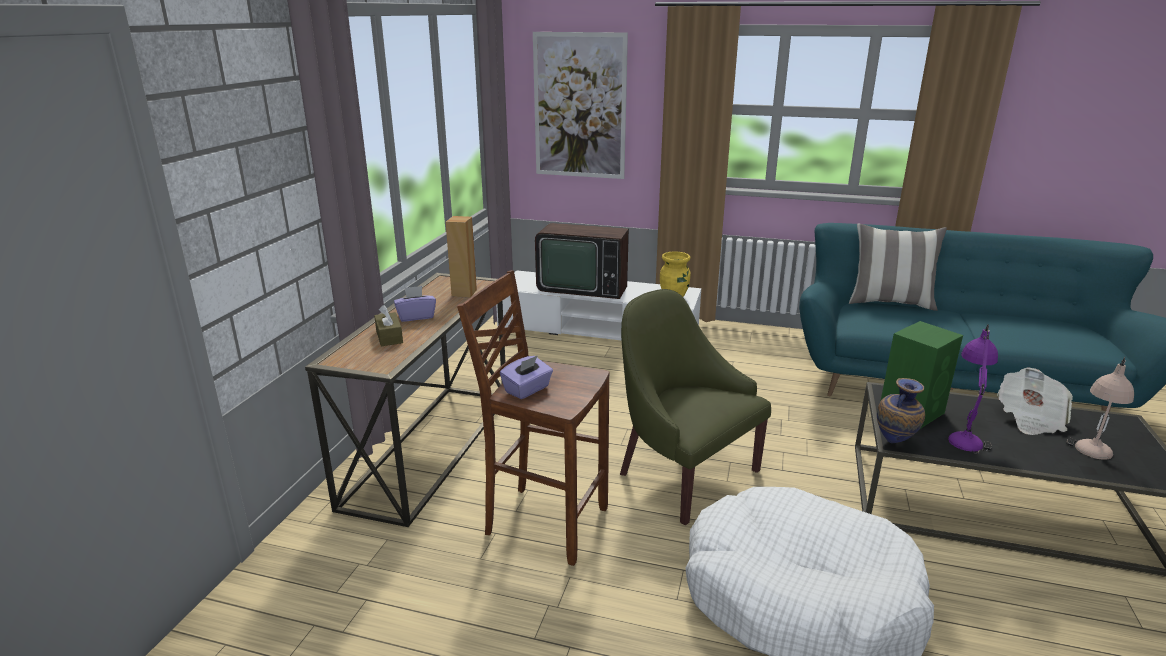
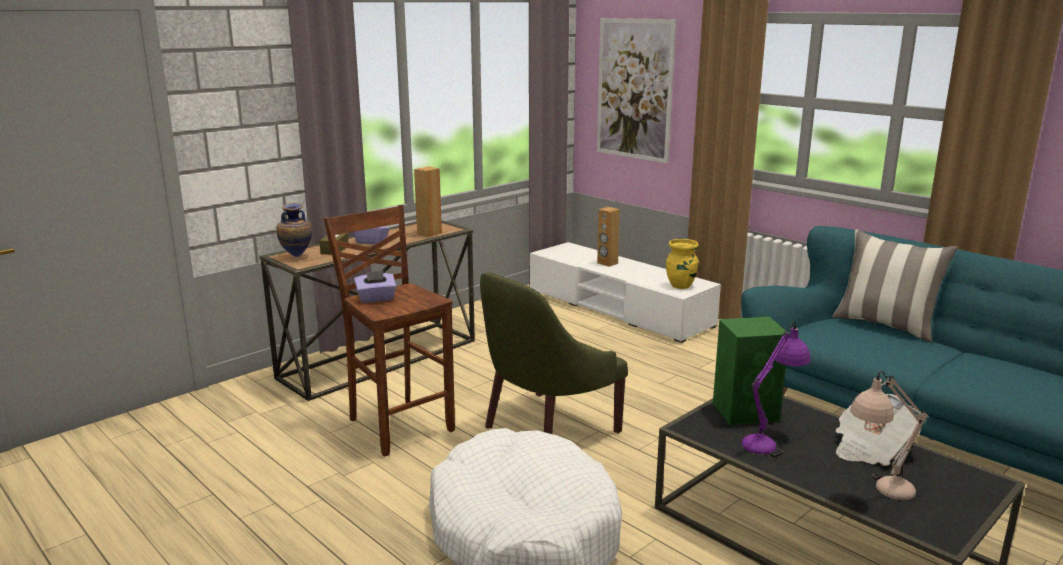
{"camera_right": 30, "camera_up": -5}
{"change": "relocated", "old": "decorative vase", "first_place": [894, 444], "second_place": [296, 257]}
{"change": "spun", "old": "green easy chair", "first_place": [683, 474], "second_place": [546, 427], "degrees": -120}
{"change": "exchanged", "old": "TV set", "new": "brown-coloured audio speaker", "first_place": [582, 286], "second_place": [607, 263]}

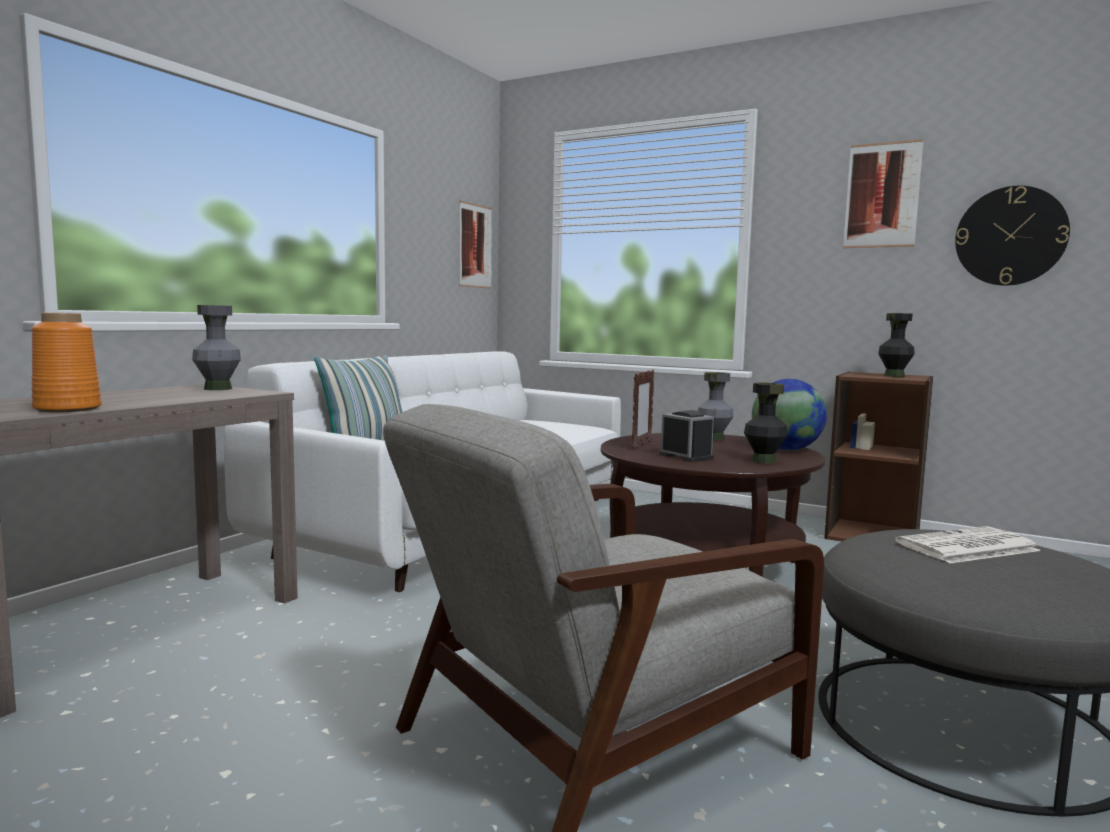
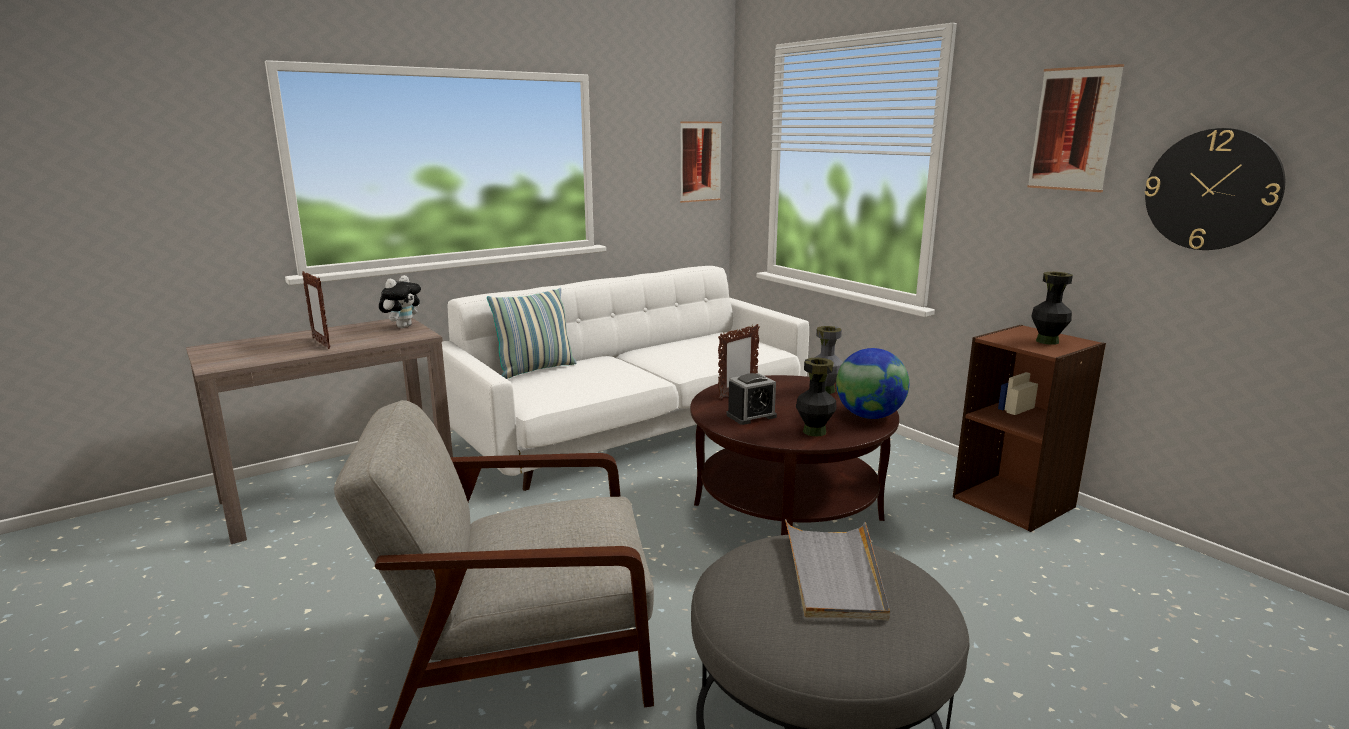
{"camera_right": 25, "camera_up": 10}
{"change": "appeared", "new": "picture frame", "second_place": [321, 343]}
{"change": "exchanged", "old": "gray decorative vase", "new": "soft toy", "first_place": [217, 388], "second_place": [403, 326]}
{"change": "spun", "old": "alarm clock", "first_place": [686, 456], "second_place": [751, 416], "degrees": 75}
{"change": "exchanged", "old": "printed paper", "new": "gray tray", "first_place": [966, 547], "second_place": [834, 573]}
{"change": "missing", "old": "orange-coloured decorative vase", "first_place": [67, 409]}

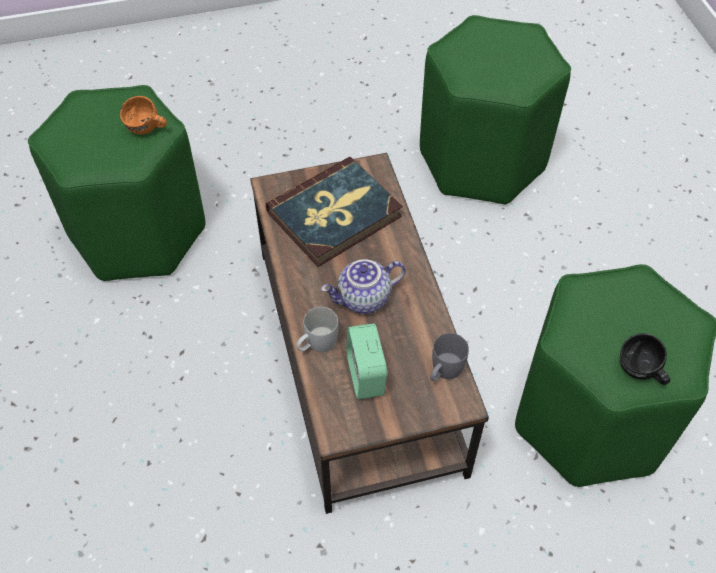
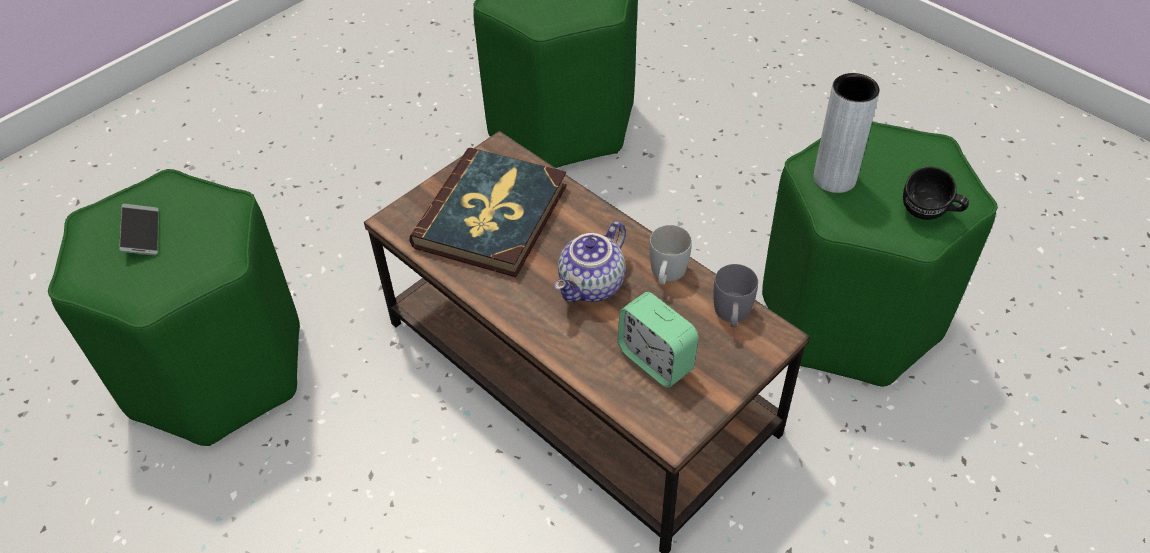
{"camera_right": -30, "camera_up": -5}
{"change": "appeared", "new": "handset", "second_place": [142, 234]}
{"change": "relocated", "old": "white coffee mug", "first_place": [316, 344], "second_place": [666, 275]}
{"change": "appeared", "new": "gray decorative vase", "second_place": [834, 178]}
{"change": "missing", "old": "orange-coloured coffee mug", "first_place": [147, 130]}

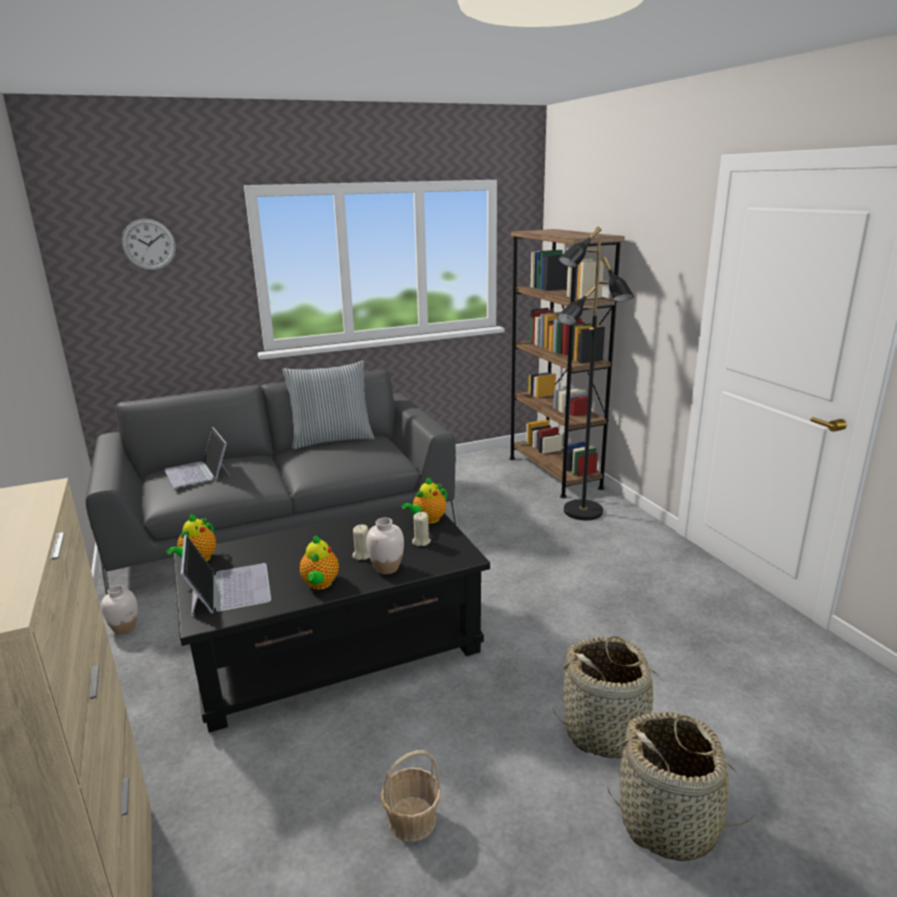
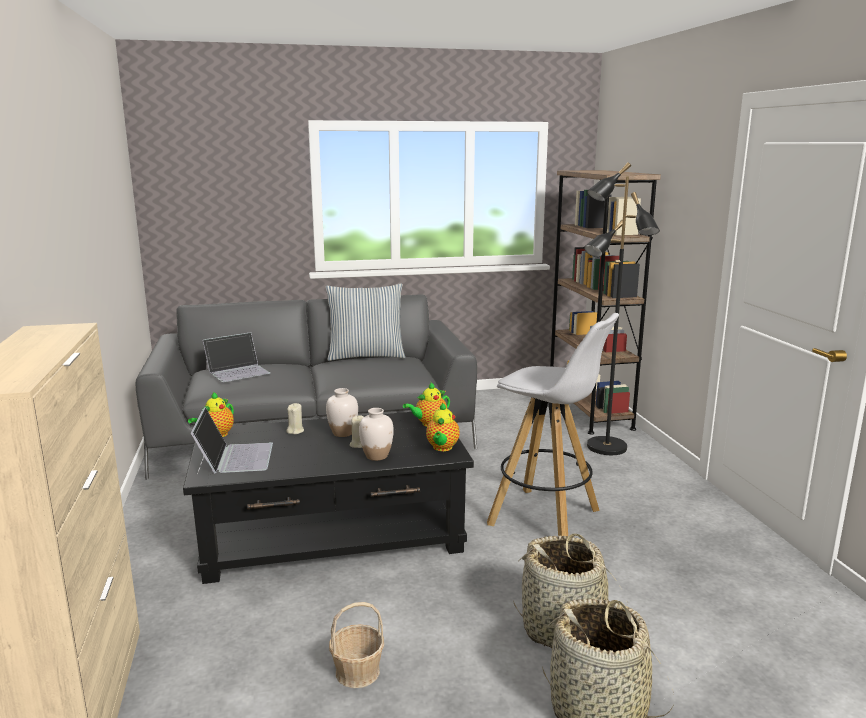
{"camera_right": 10, "camera_up": -5}
{"change": "spun", "old": "laptop", "first_place": [198, 472], "second_place": [238, 371], "degrees": -105}
{"change": "relocated", "old": "beige wax candle", "first_place": [421, 541], "second_place": [295, 431]}
{"change": "relocated", "old": "white decorative vase", "first_place": [124, 628], "second_place": [343, 433]}
{"change": "relocated", "old": "teapot", "first_place": [320, 584], "second_place": [442, 448]}
{"change": "appeared", "new": "white stool seat", "second_place": [546, 518]}
{"change": "missing", "old": "clock on the wall", "first_place": [148, 244]}

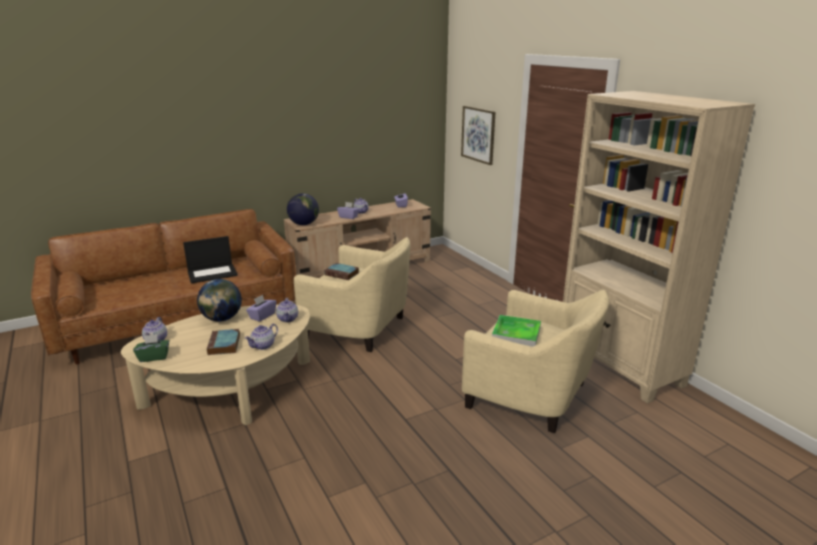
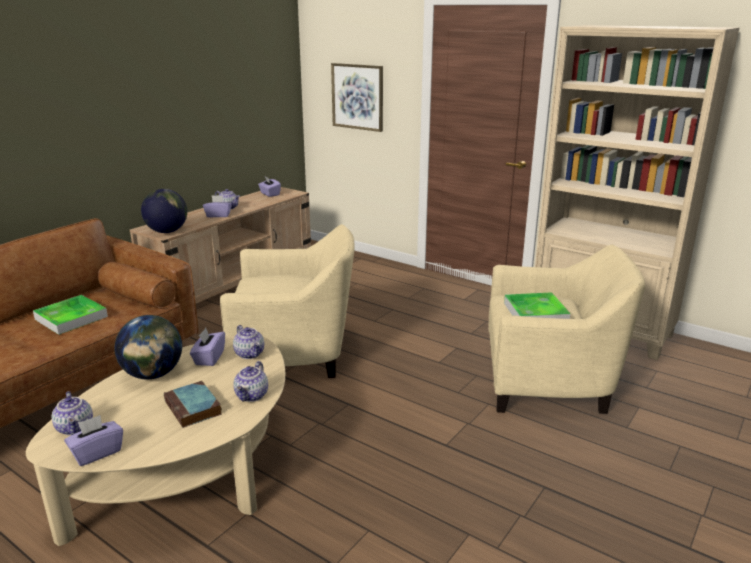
{"camera_right": -25, "camera_up": 0}
{"change": "exchanged", "old": "laptop", "new": "tray", "first_place": [213, 273], "second_place": [71, 318]}
{"change": "colour", "old": "green box of tissues", "new": "purple box of tissues", "first_place": [154, 357], "second_place": [97, 452]}
{"change": "missing", "old": "book", "first_place": [342, 274]}

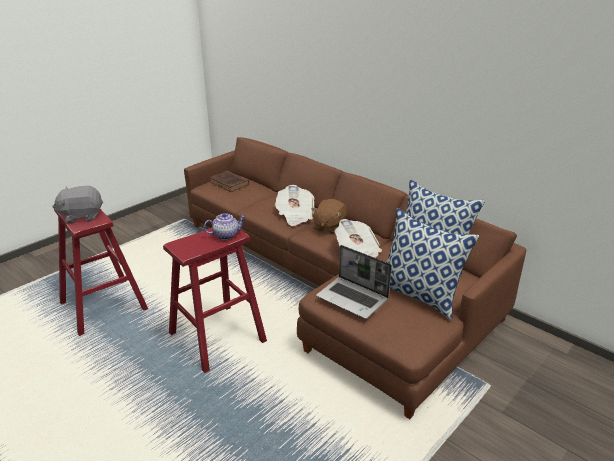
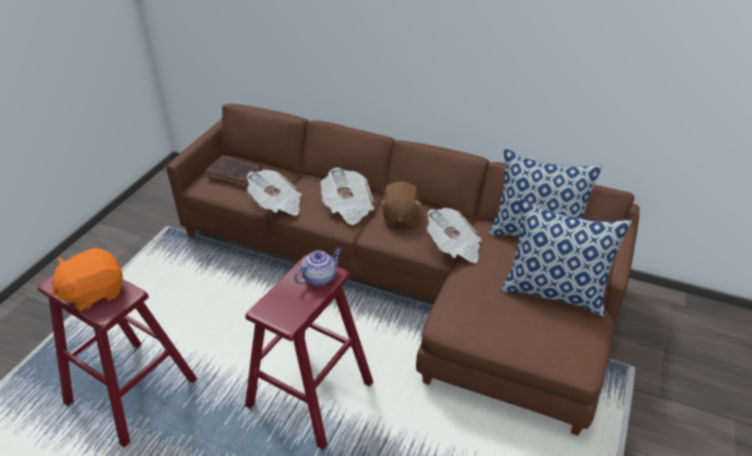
{"camera_right": -20, "camera_up": 10}
{"change": "colour", "old": "gray soft toy", "new": "orange-coloured soft toy", "first_place": [82, 216], "second_place": [94, 293]}
{"change": "appeared", "new": "printed paper", "second_place": [277, 204]}
{"change": "missing", "old": "laptop", "first_place": [353, 298]}

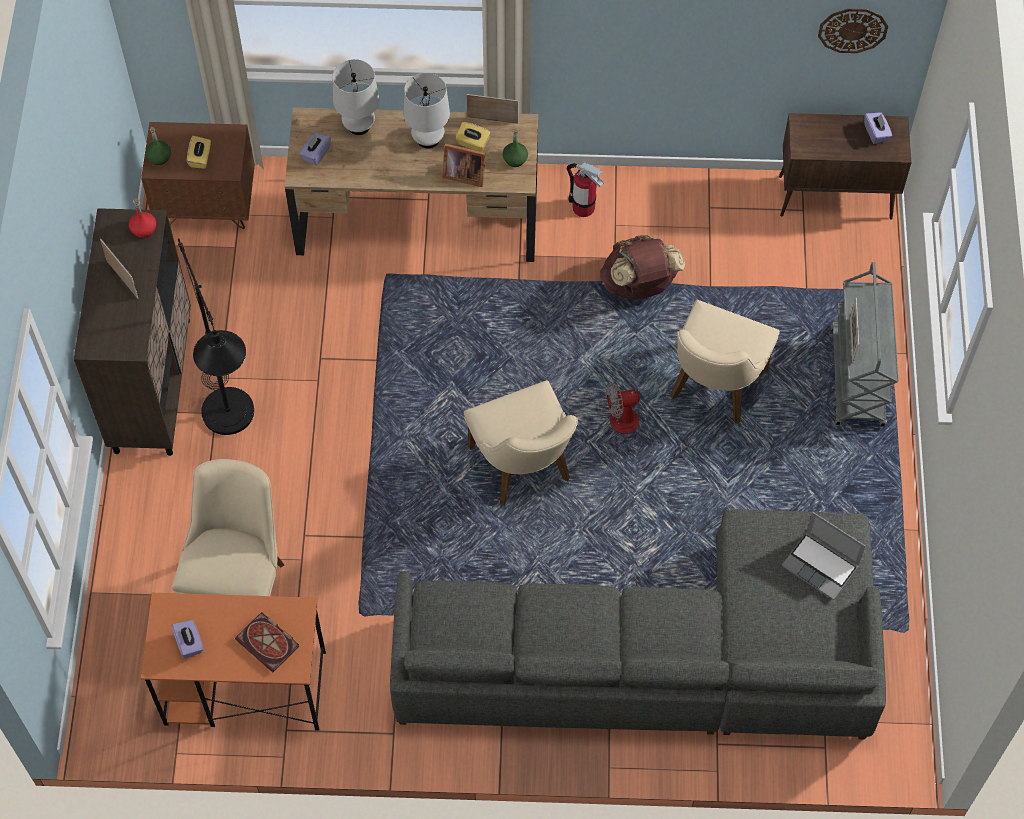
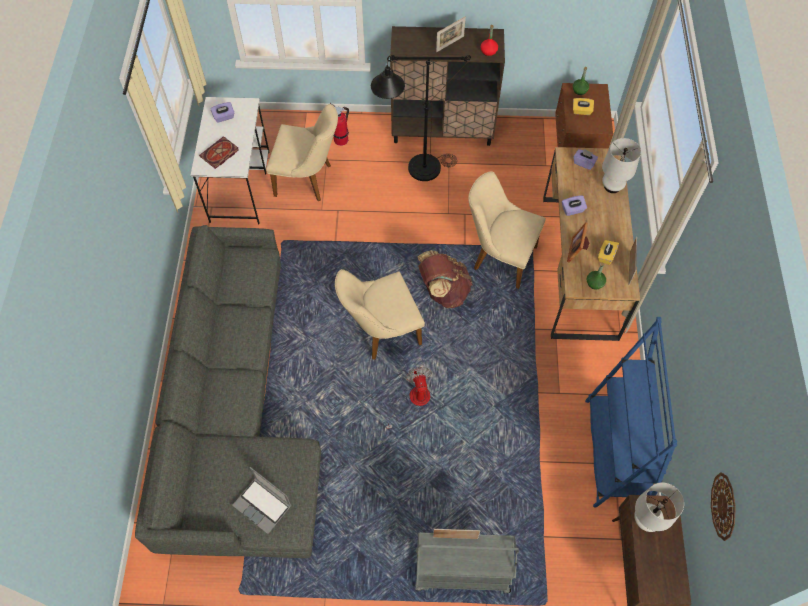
{"camera_right": 90, "camera_up": 0}
{"change": "colour", "old": "orange-coloured desk", "new": "white desk", "first_place": [244, 688], "second_place": [240, 185]}
{"change": "spun", "old": "laptop", "first_place": [821, 566], "second_place": [263, 505], "degrees": -90}
{"change": "relocated", "old": "fire extinguisher", "first_place": [583, 207], "second_place": [341, 139]}
{"change": "relocated", "old": "brown-coloured rucksack", "first_place": [639, 286], "second_place": [443, 291]}
{"change": "relocated", "old": "beige plain chair", "first_place": [713, 390], "second_place": [499, 256]}
{"change": "relocated", "old": "purple box of tissues", "first_place": [876, 133], "second_place": [572, 210]}
{"change": "appeared", "new": "bluish bookshelf", "second_place": [617, 452]}
{"change": "relocated", "old": "white tabletop lamp", "first_place": [428, 139], "second_place": [646, 520]}

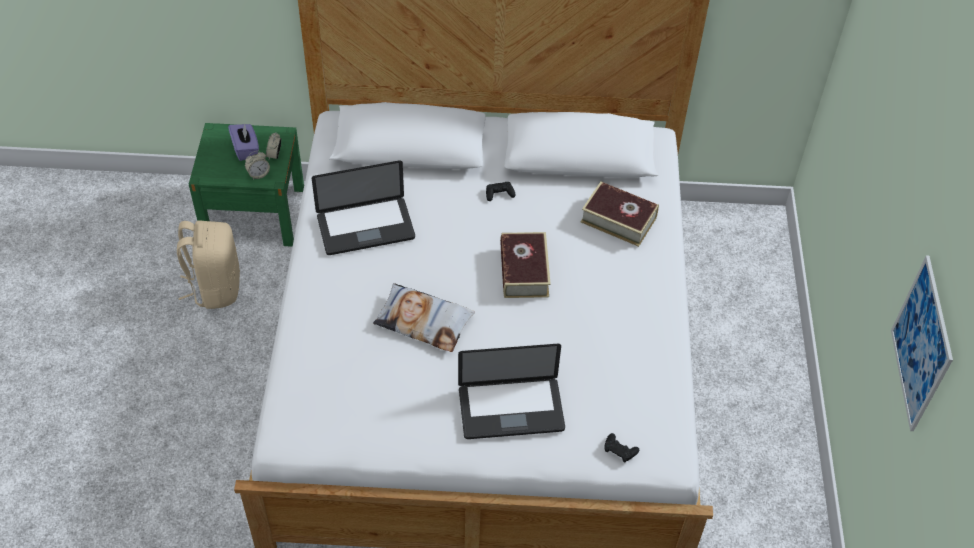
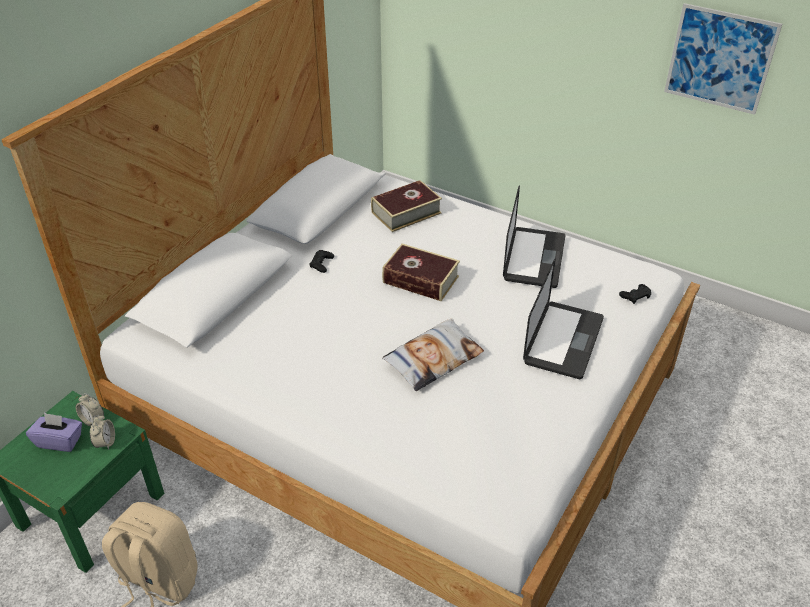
{"camera_right": -60, "camera_up": -10}
{"change": "relocated", "old": "laptop", "first_place": [365, 227], "second_place": [534, 258]}

